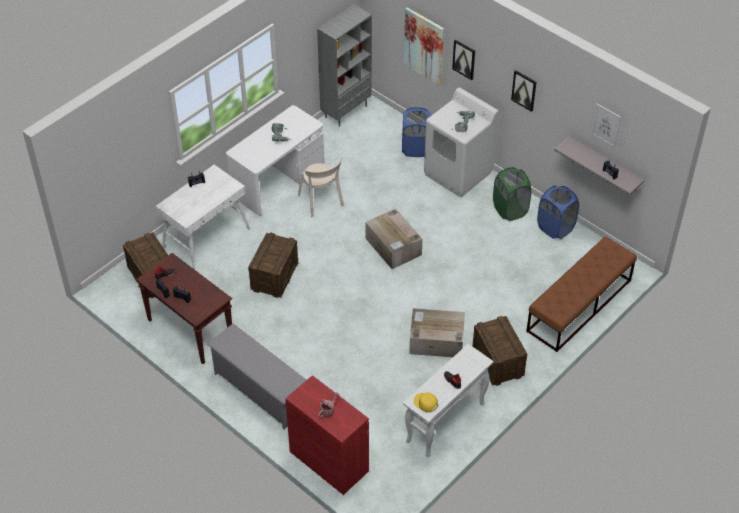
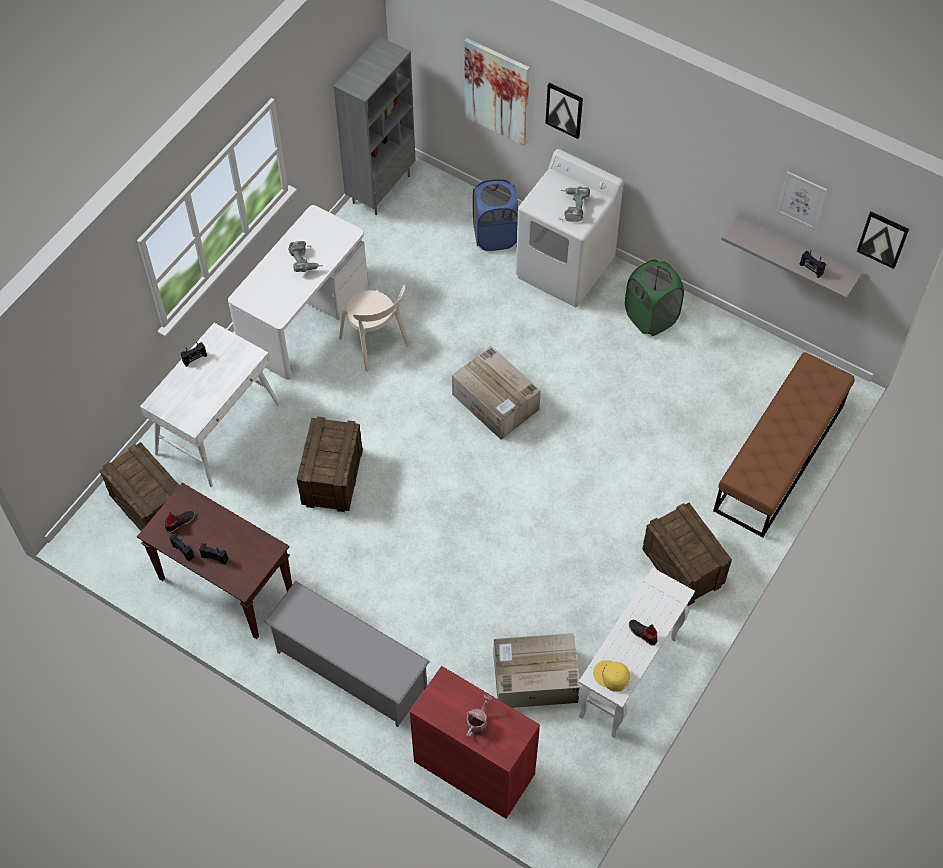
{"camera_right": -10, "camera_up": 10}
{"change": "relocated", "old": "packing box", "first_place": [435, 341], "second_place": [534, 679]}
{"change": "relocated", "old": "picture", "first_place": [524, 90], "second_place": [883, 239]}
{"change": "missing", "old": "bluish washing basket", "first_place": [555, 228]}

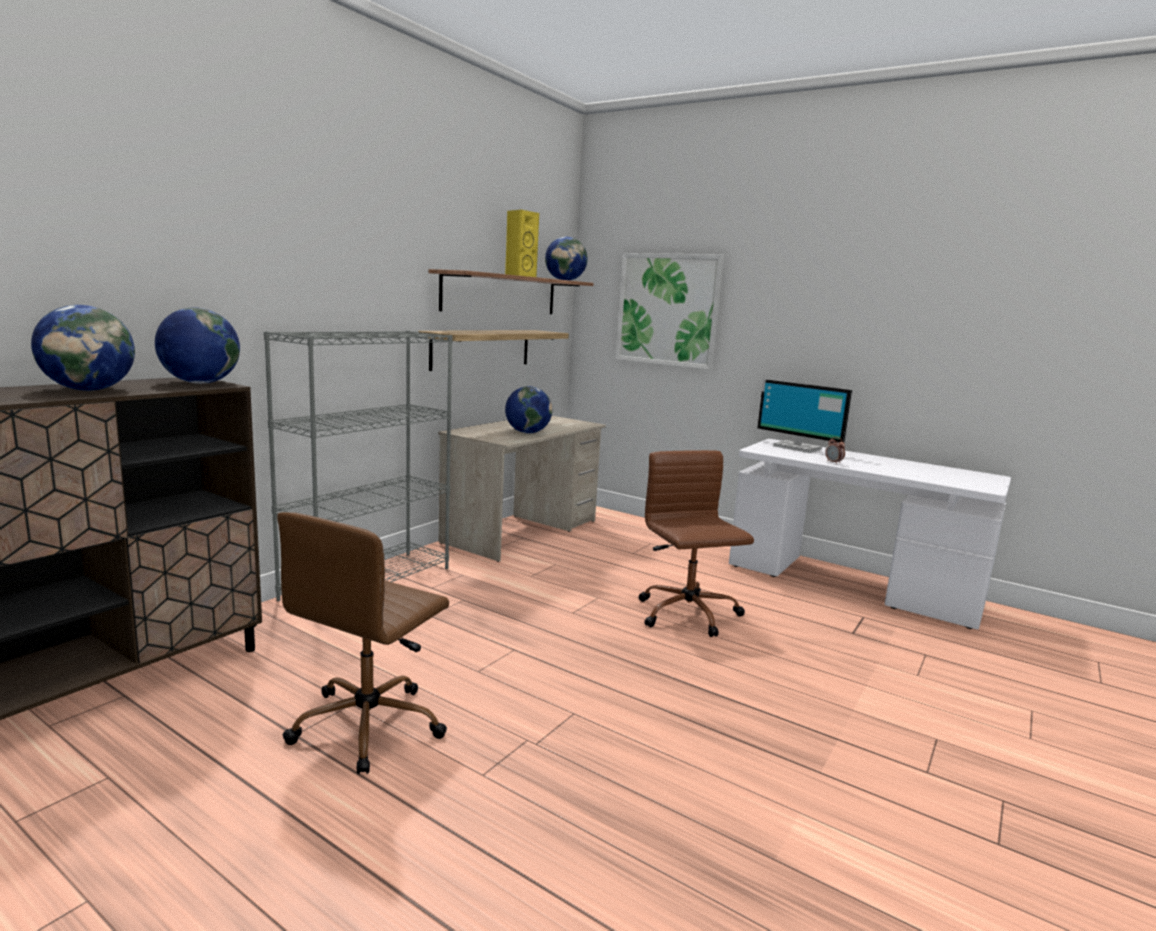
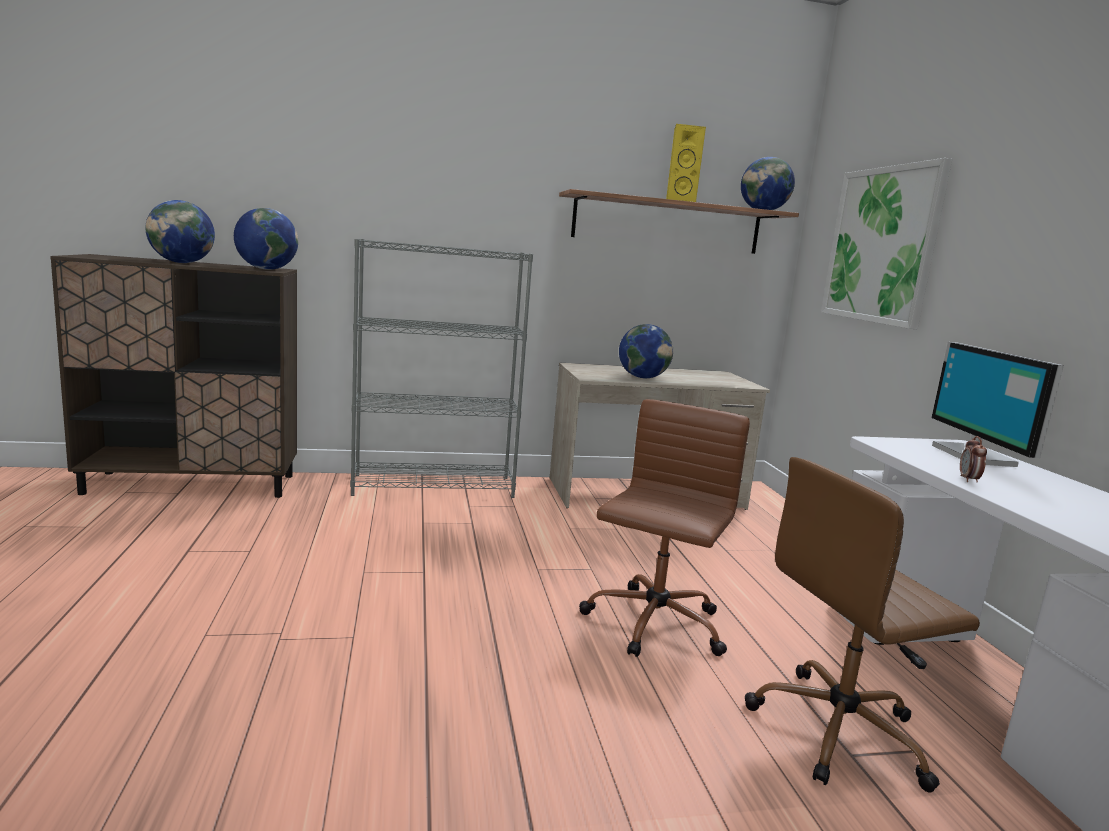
{"camera_right": 45, "camera_up": 0}
{"change": "relocated", "old": "brown-coloured computer chair", "first_place": [370, 724], "second_place": [841, 731]}
{"change": "missing", "old": "wall shelf", "first_place": [481, 348]}

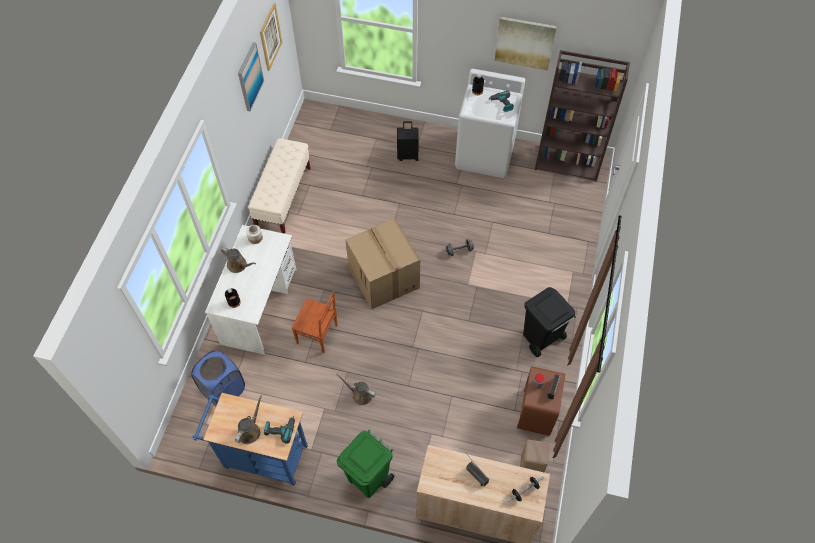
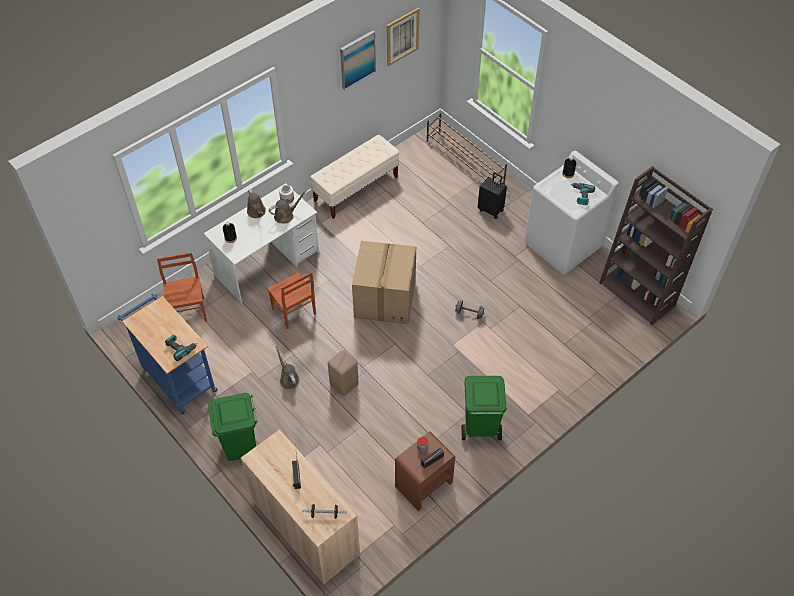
{"camera_right": 35, "camera_up": -5}
{"change": "exchanged", "old": "bluish washing basket", "new": "brown-coloured plain chair", "first_place": [224, 390], "second_place": [189, 311]}
{"change": "relocated", "old": "brown-coloured watering pot", "first_place": [250, 430], "second_place": [285, 215]}
{"change": "relocated", "old": "beige stool seat", "first_place": [530, 466], "second_place": [343, 384]}
{"change": "appeared", "new": "brown-coloured shoe rack", "second_place": [465, 162]}
{"change": "colour", "old": "blackish waste bin", "new": "green waste bin", "first_place": [541, 338], "second_place": [480, 428]}
{"change": "missing", "old": "picture", "first_place": [524, 42]}

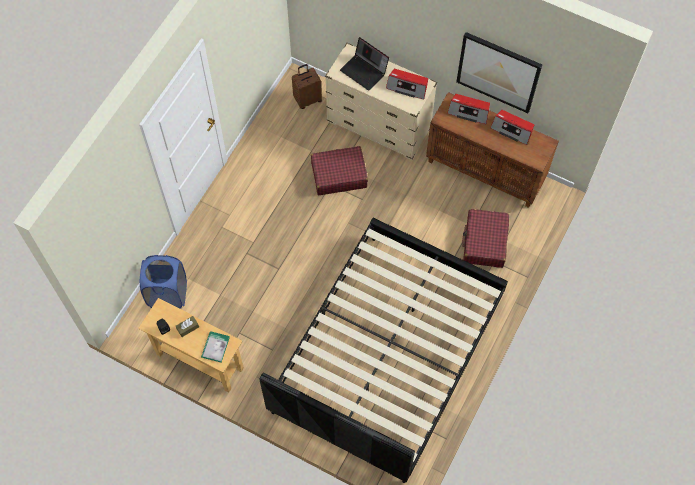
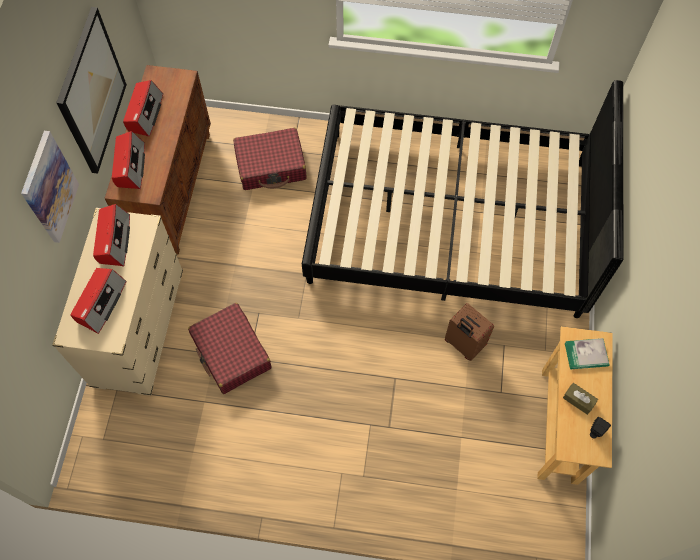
{"camera_right": -110, "camera_up": 0}
{"change": "appeared", "new": "picture", "second_place": [49, 188]}
{"change": "exchanged", "old": "laptop", "new": "radio", "first_place": [364, 71], "second_place": [100, 303]}
{"change": "relocated", "old": "brown-coloured travel case", "first_place": [307, 99], "second_place": [463, 344]}
{"change": "missing", "old": "bluish washing basket", "first_place": [168, 294]}

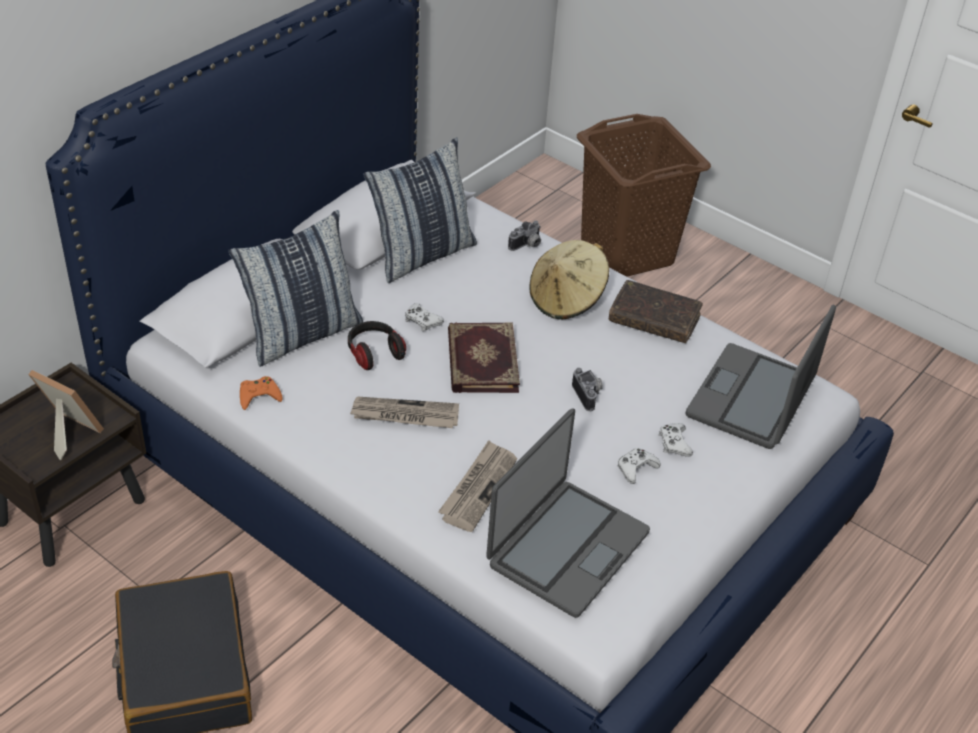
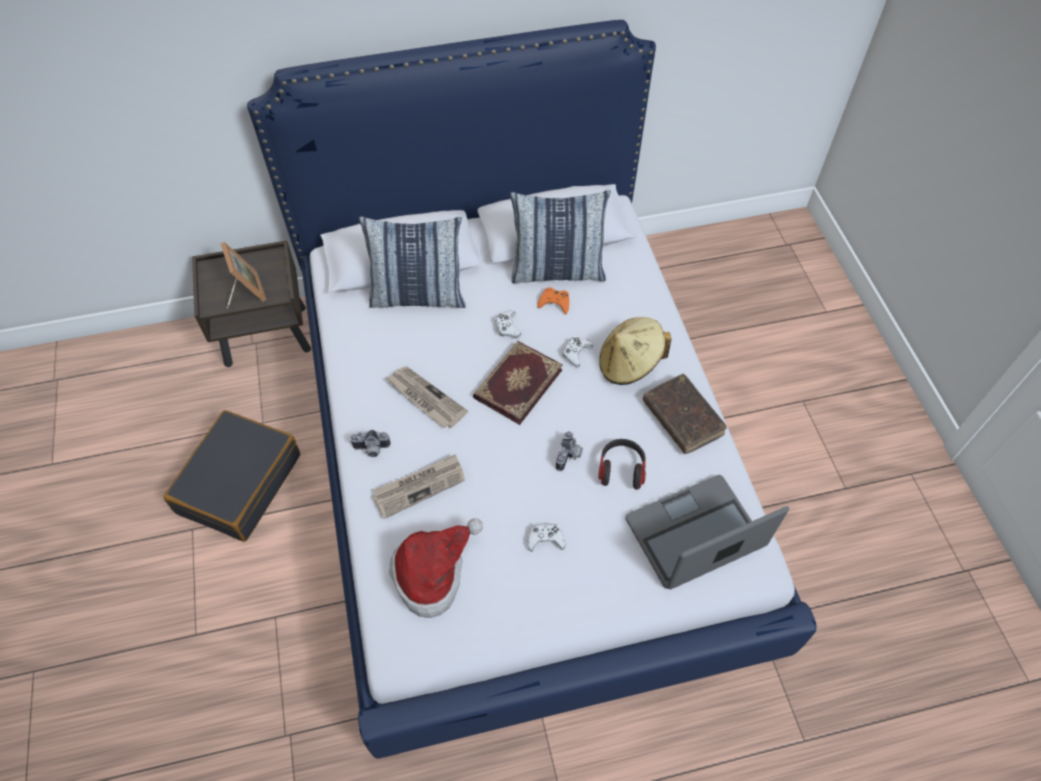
{"camera_right": 40, "camera_up": 15}
{"change": "relocated", "old": "still camera", "first_place": [527, 245], "second_place": [371, 449]}
{"change": "exchanged", "old": "laptop", "new": "wearable hat", "first_place": [566, 548], "second_place": [433, 573]}
{"change": "relocated", "old": "orange-coloured gamepad", "first_place": [259, 396], "second_place": [554, 303]}
{"change": "relocated", "old": "white gamepad", "first_place": [674, 443], "second_place": [576, 353]}
{"change": "relocated", "old": "headphones", "first_place": [374, 353], "second_place": [621, 469]}
{"change": "missing", "old": "brown-coloured washing basket", "first_place": [627, 252]}

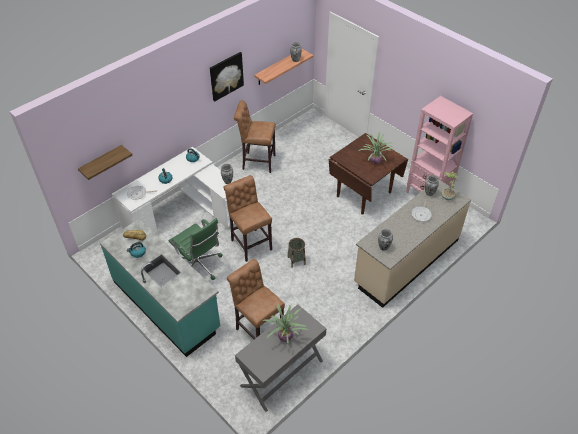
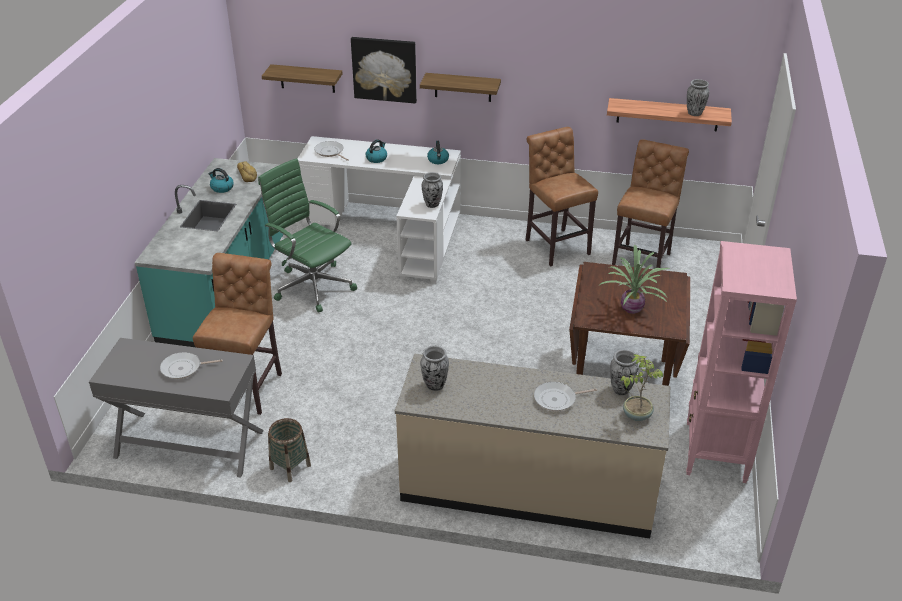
{"camera_right": 55, "camera_up": -10}
{"change": "exchanged", "old": "houseplant", "new": "skillet", "first_place": [286, 336], "second_place": [184, 368]}
{"change": "spun", "old": "green computer chair", "first_place": [198, 266], "second_place": [312, 285], "degrees": 120}
{"change": "relocated", "old": "storage basket", "first_place": [296, 260], "second_place": [290, 467]}
{"change": "relocated", "old": "picture", "first_place": [226, 76], "second_place": [384, 69]}
{"change": "appeared", "new": "wall shelf", "second_place": [463, 87]}
{"change": "relocated", "old": "brown-coloured stool seat", "first_place": [250, 243], "second_place": [642, 260]}

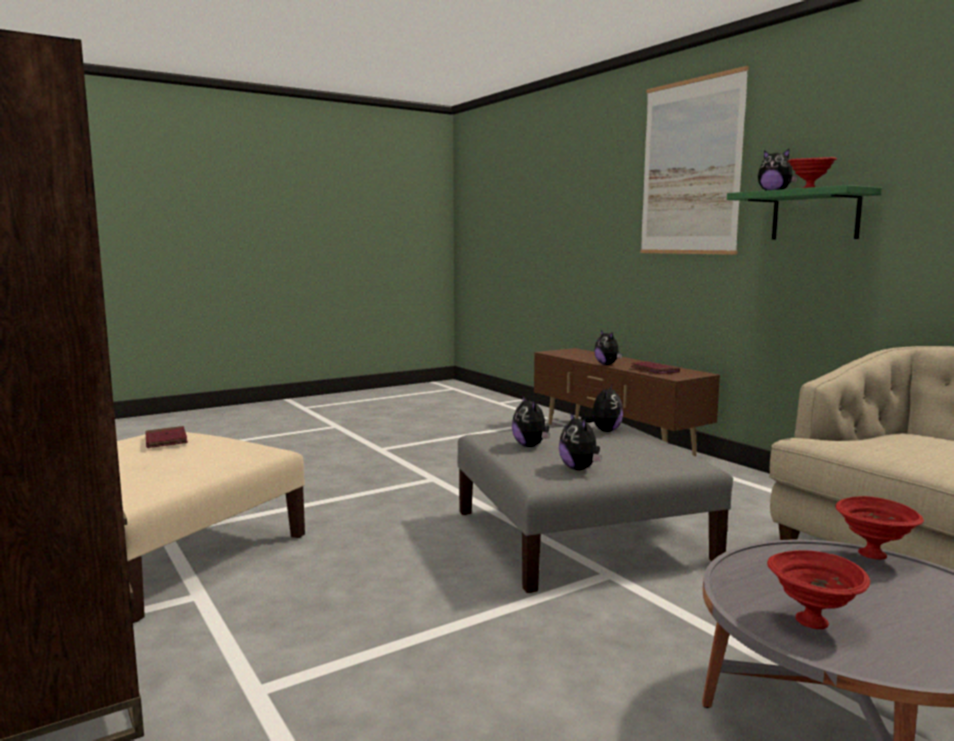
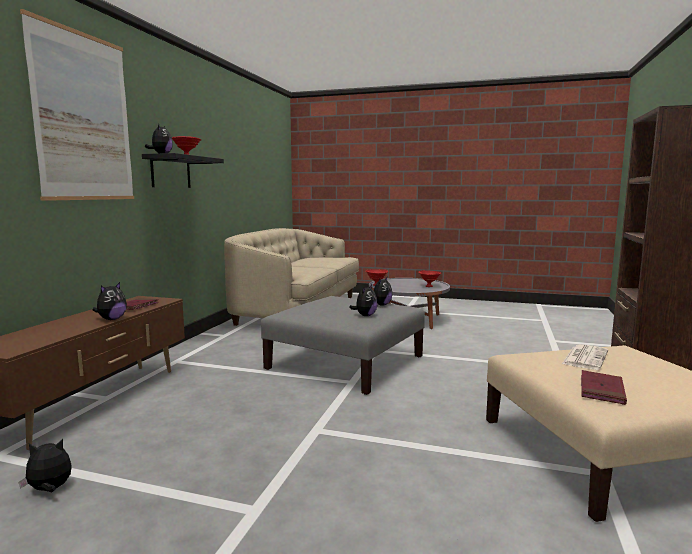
{"camera_right": -130, "camera_up": 0}
{"change": "relocated", "old": "soft toy", "first_place": [604, 431], "second_place": [50, 490]}
{"change": "colour", "old": "green wall shelf", "new": "blackish wall shelf", "first_place": [815, 215], "second_place": [171, 172]}
{"change": "appeared", "new": "printed paper", "second_place": [585, 357]}

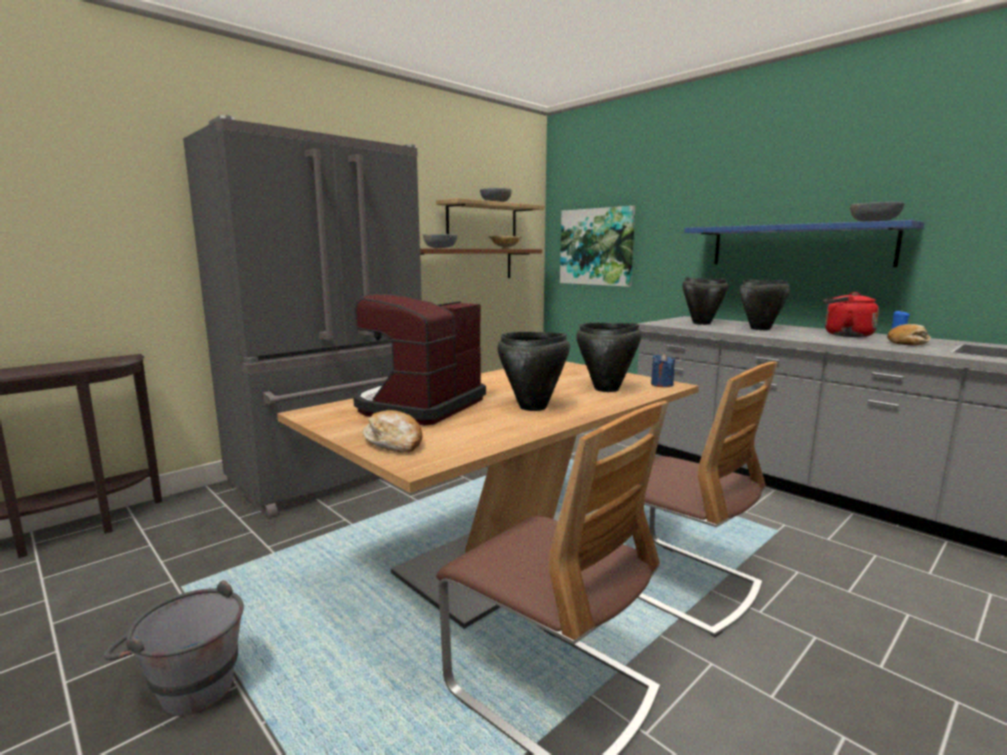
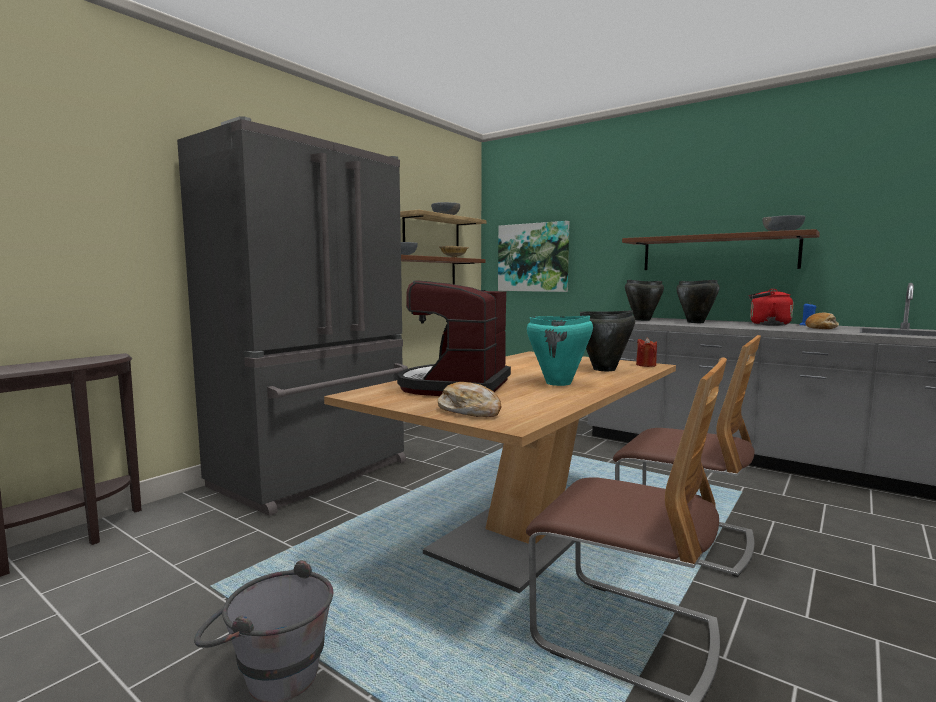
{"camera_right": -10, "camera_up": -5}
{"change": "colour", "old": "blackish saucepot", "new": "turquoise saucepot", "first_place": [533, 407], "second_place": [559, 383]}
{"change": "colour", "old": "bluish wall shelf", "new": "brown-coloured wall shelf", "first_place": [798, 245], "second_place": [717, 253]}
{"change": "colour", "old": "bluish wax candle", "new": "red-coloured wax candle", "first_place": [662, 384], "second_place": [646, 365]}

